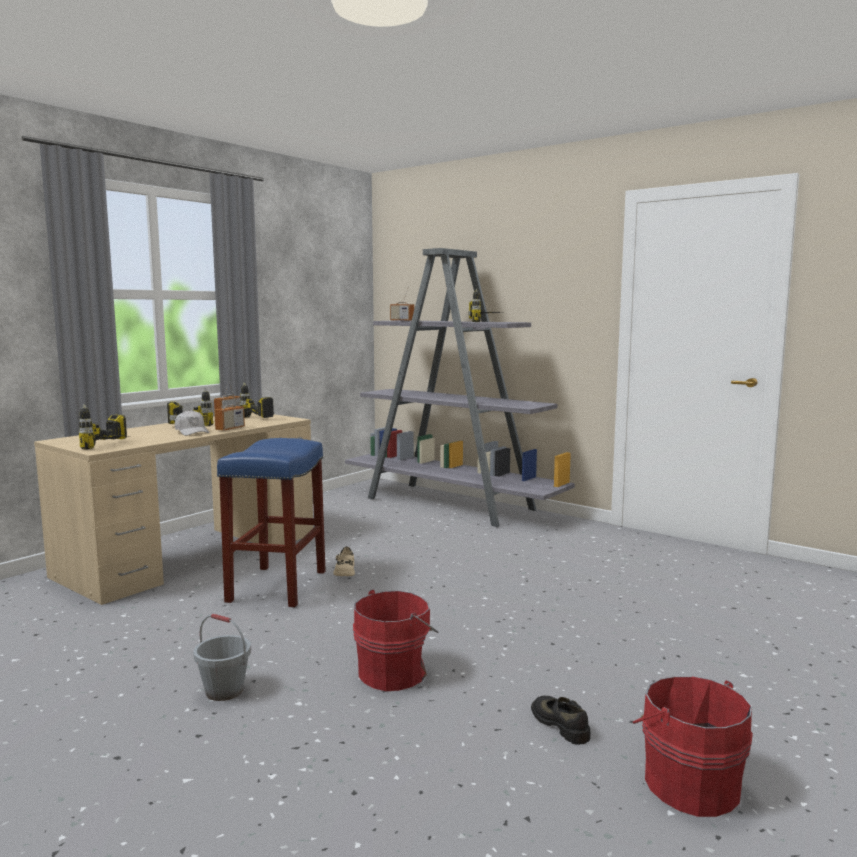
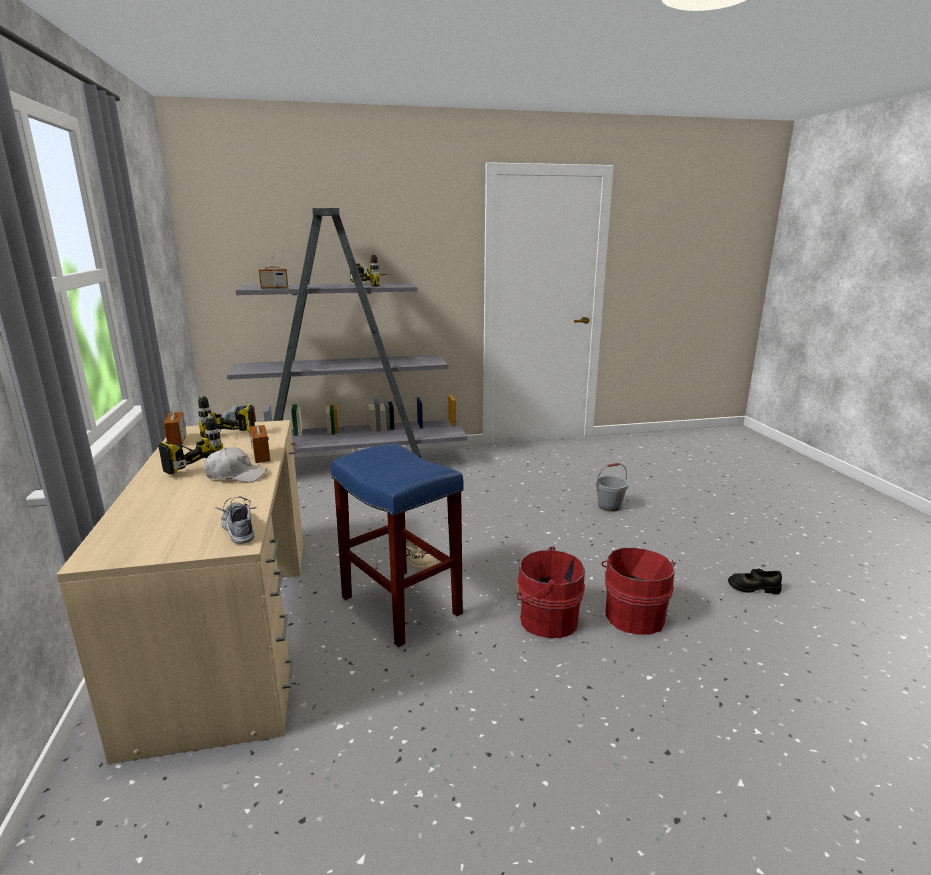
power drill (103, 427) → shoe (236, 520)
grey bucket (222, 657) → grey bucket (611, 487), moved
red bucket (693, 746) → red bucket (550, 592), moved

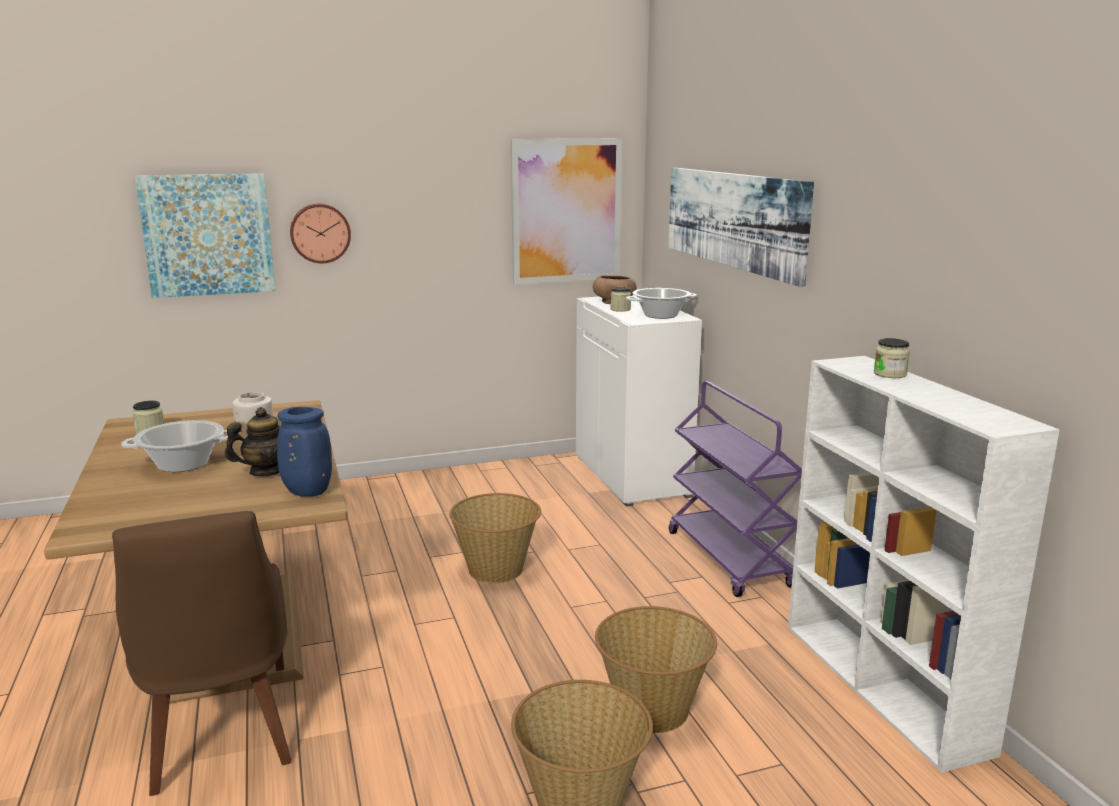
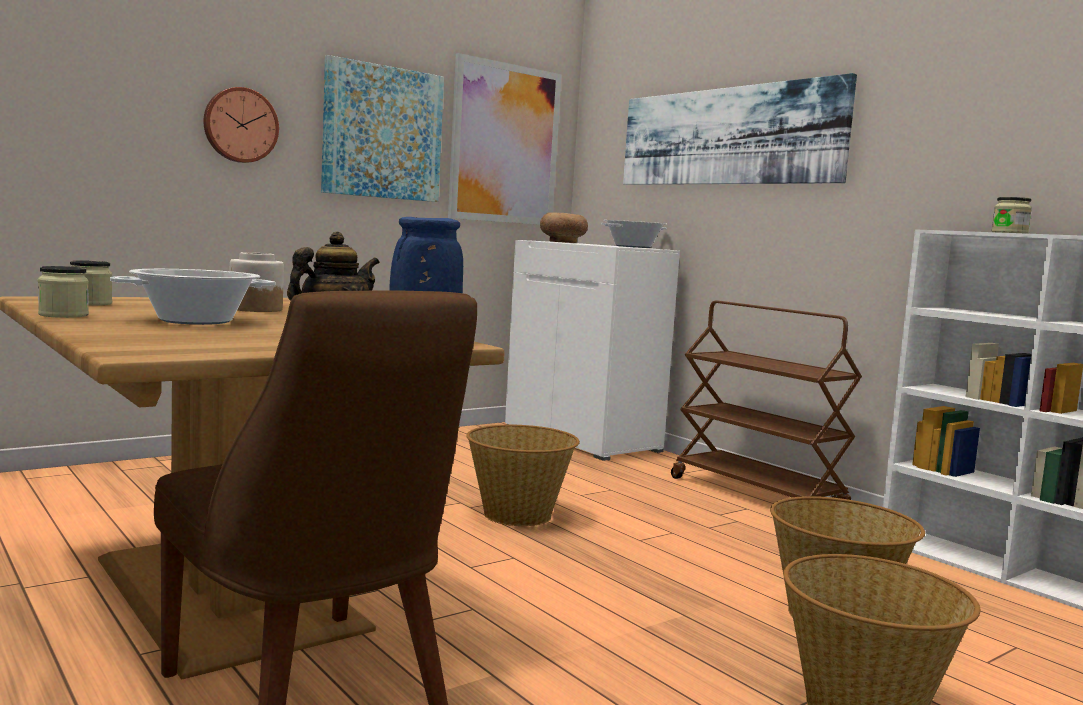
picture (205, 235) → picture (382, 128), moved
jar (620, 299) → jar (63, 292), moved
purple cart (735, 489) → brown cart (766, 400)

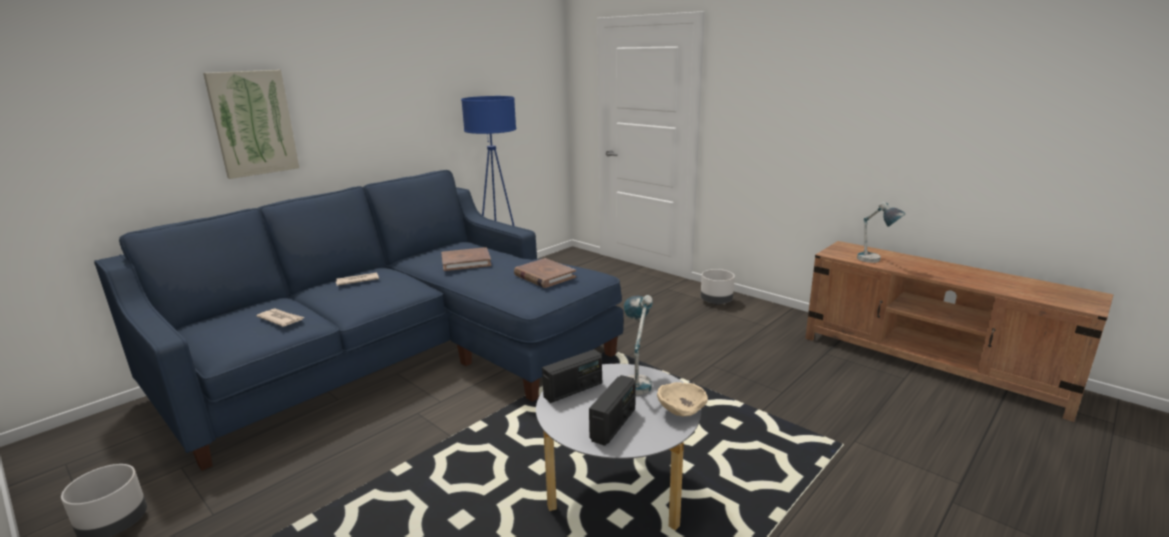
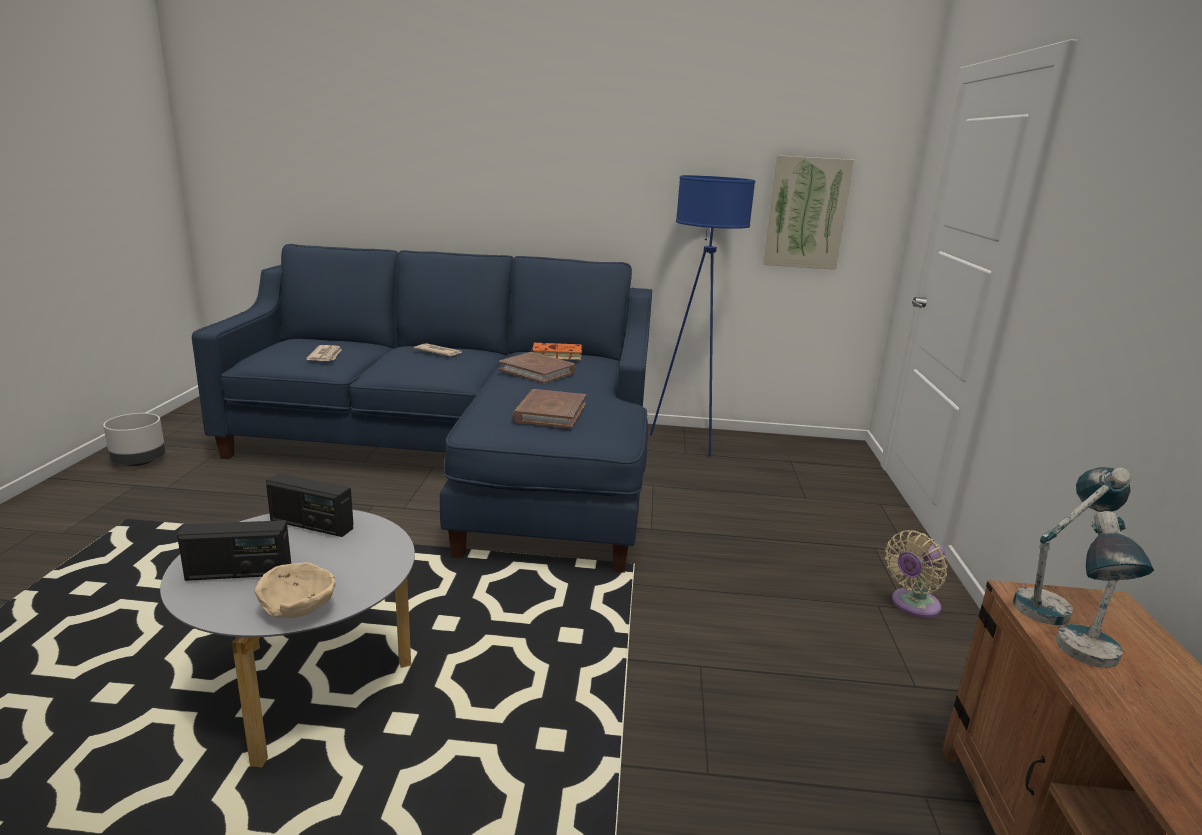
picture (251, 124) → picture (808, 212), moved
table lamp (638, 345) → table lamp (1072, 546), moved
grey planter (718, 287) → beige fan (916, 574)
- → orange book (556, 351)

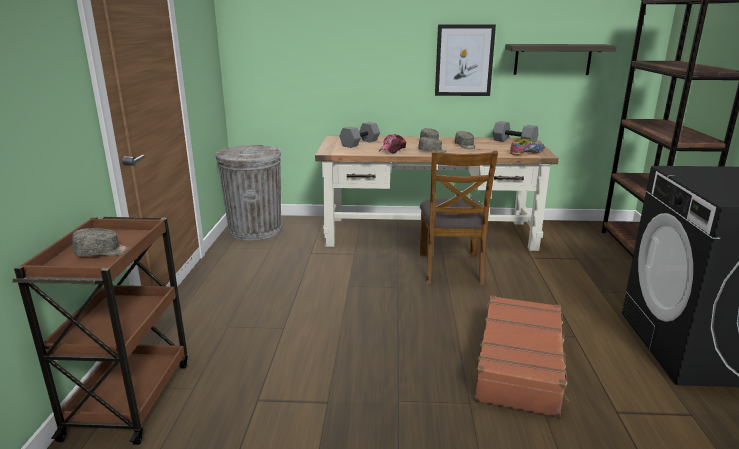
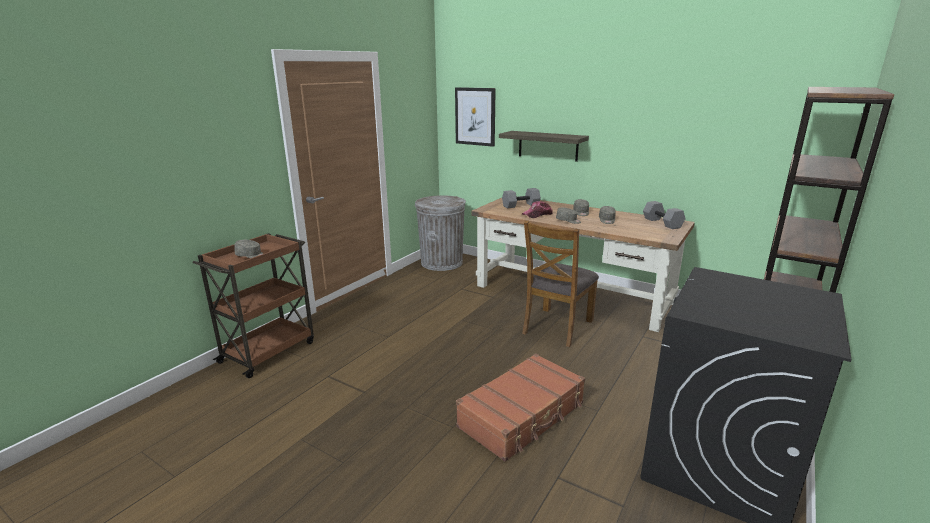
picture (465, 60) → picture (475, 117), moved
shelf (561, 59) → shelf (544, 146), moved
shoe (527, 146) → -

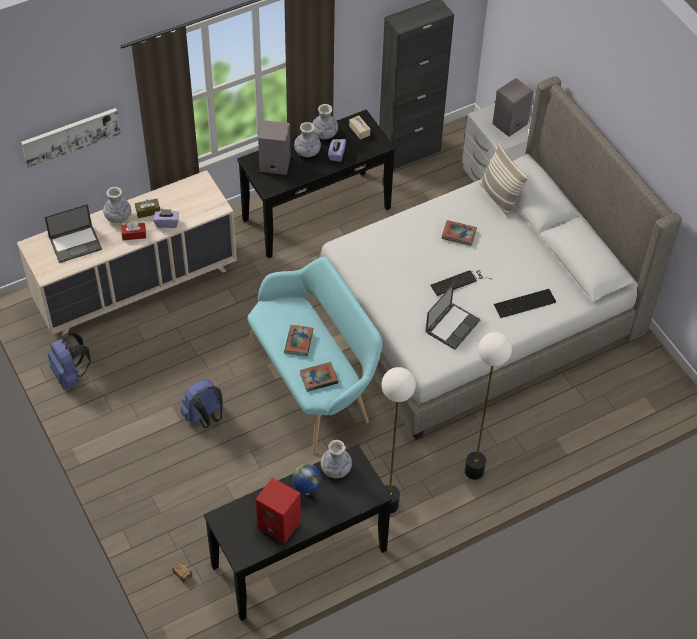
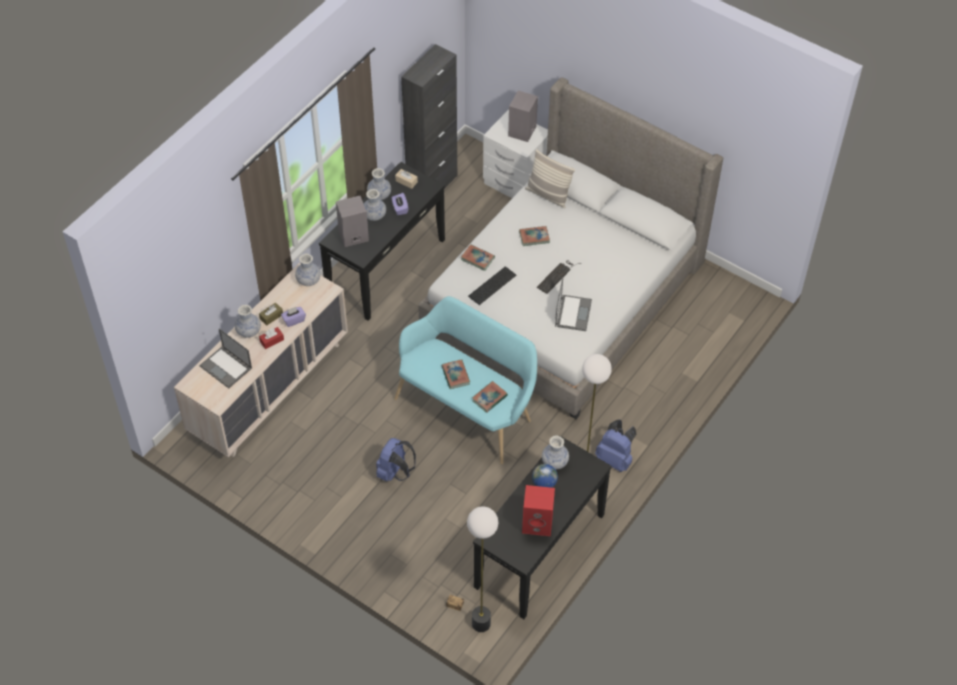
picture (71, 138) → -
laptop (73, 233) → laptop (225, 358), 90 degrees clockwise
blue backpack (69, 360) → blue backpack (615, 445), moved
floor lamp (488, 406) → floor lamp (482, 569), moved
keyboard (525, 303) → keyboard (492, 286), moved
- → vase (308, 269)
- → book (478, 258)

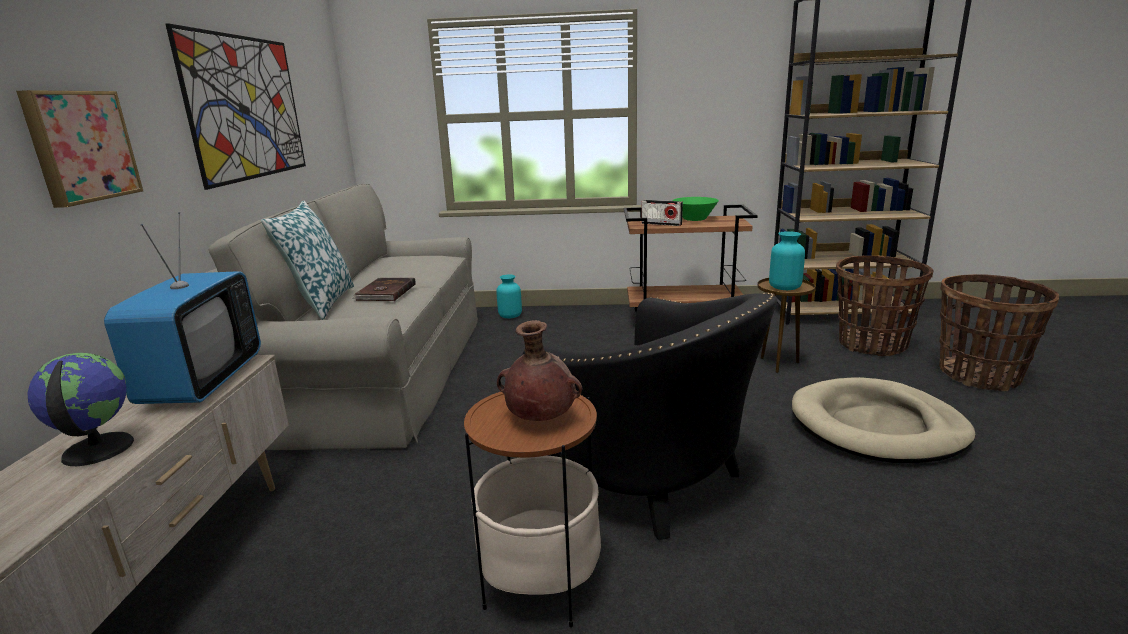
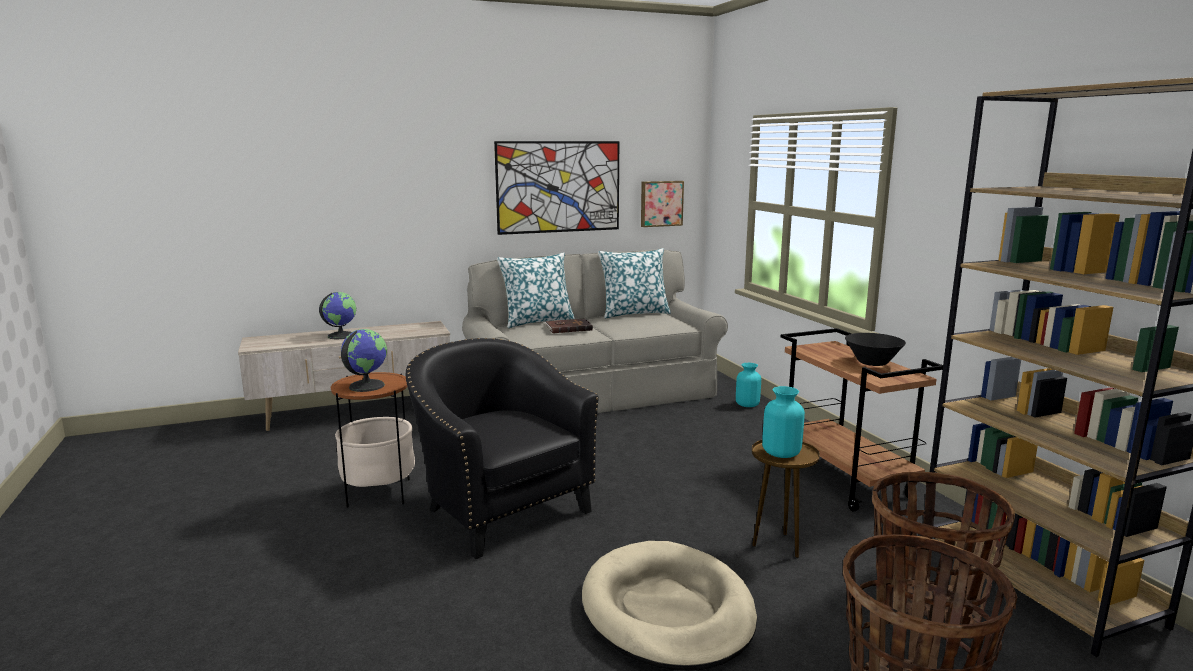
picture (79, 149) → picture (662, 204), moved
television (182, 308) → -
brown vase (539, 370) → globe (364, 360)
black armchair (650, 416) → black armchair (502, 448), 120 degrees clockwise
radio (662, 213) → -
green bowl (695, 209) → black bowl (875, 349)
- → pillow (634, 283)

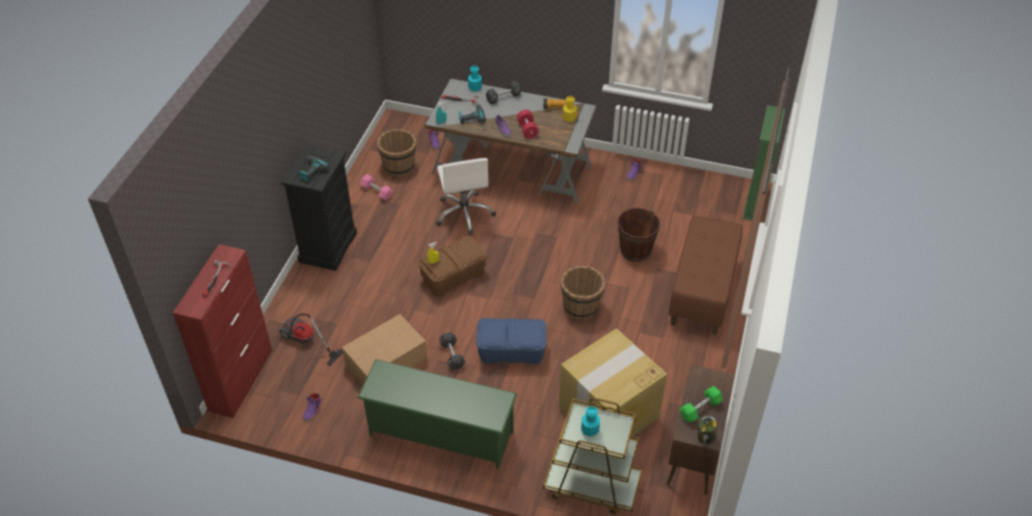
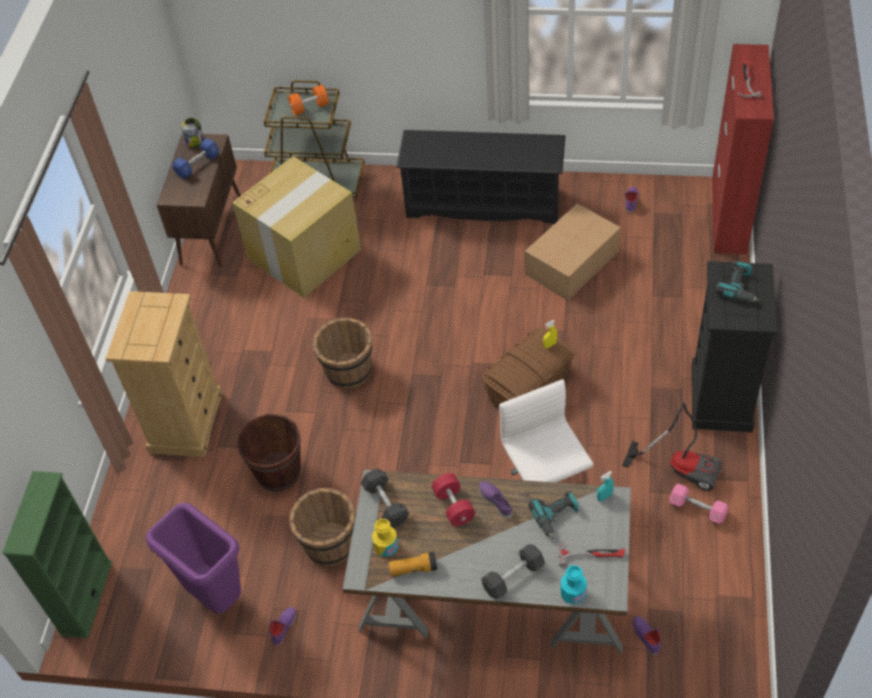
vacuum cleaner (311, 339) → vacuum cleaner (672, 447), moved
green shoe rack (437, 414) → black shoe rack (481, 177)
brown bucket (396, 153) → brown bucket (322, 527), moved
black dumbbell (452, 351) → black dumbbell (385, 498), moved
blue storage box (511, 341) → -
turquoise bottle (590, 421) → orange dumbbell (308, 100)
brown bench (705, 275) → beige dresser (164, 374)
green dumbbell (701, 404) → blue dumbbell (196, 158)
- → purple trash can (193, 558)

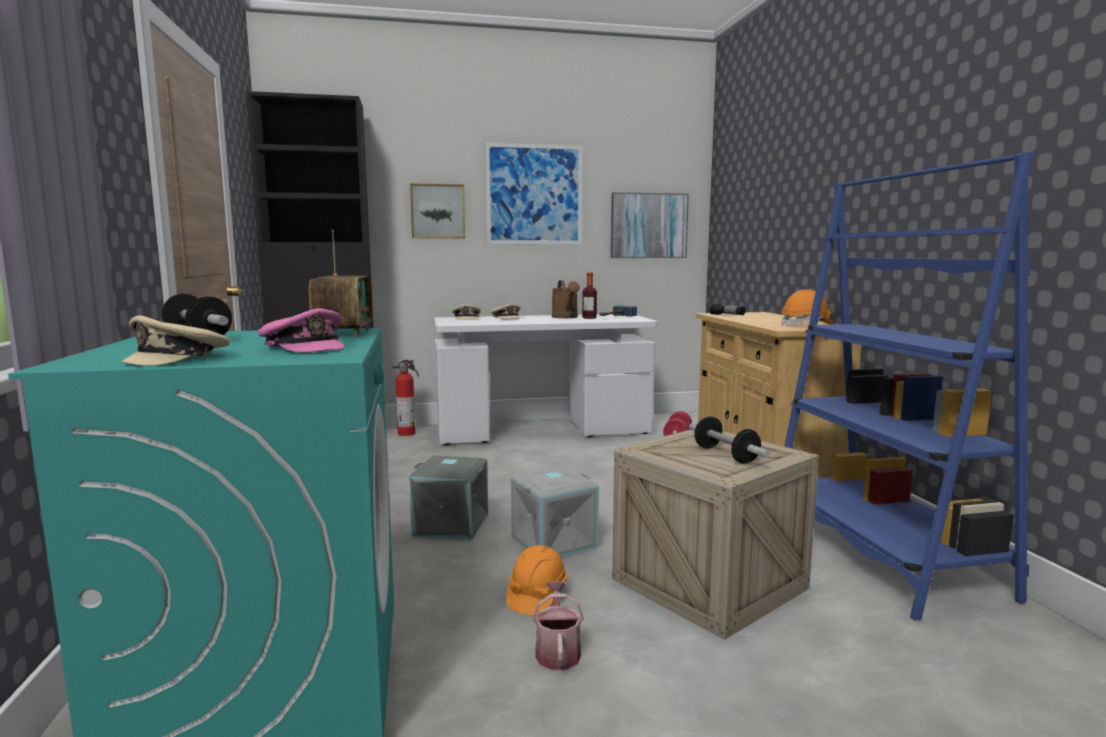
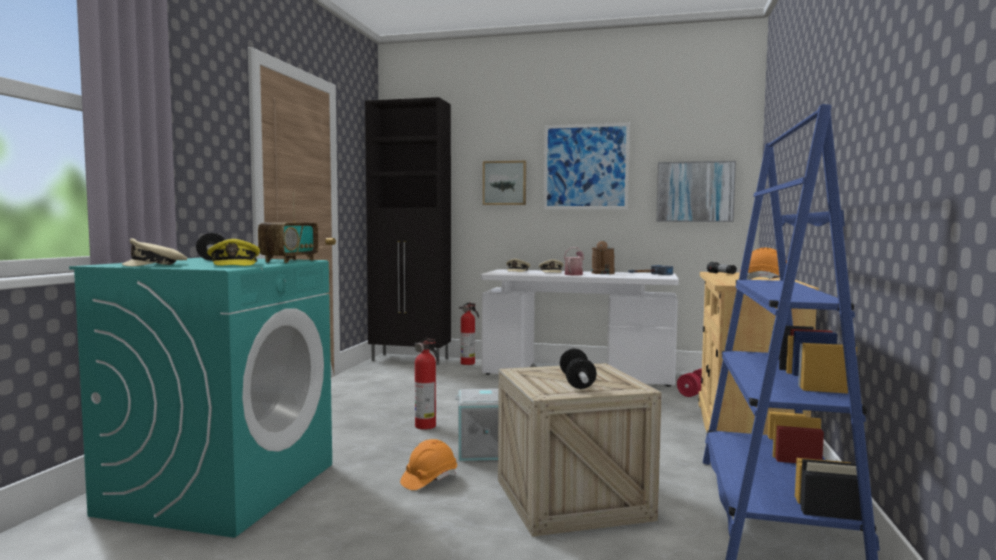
pink cap (301, 330) → yellow cap (233, 252)
grey storage box (448, 497) → fire extinguisher (426, 384)
watering can (558, 625) → watering can (574, 261), moved
bottle (589, 296) → -

